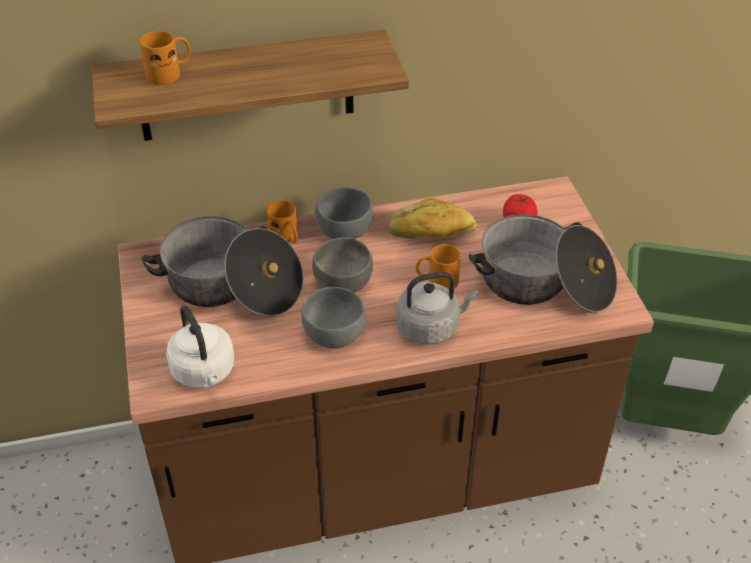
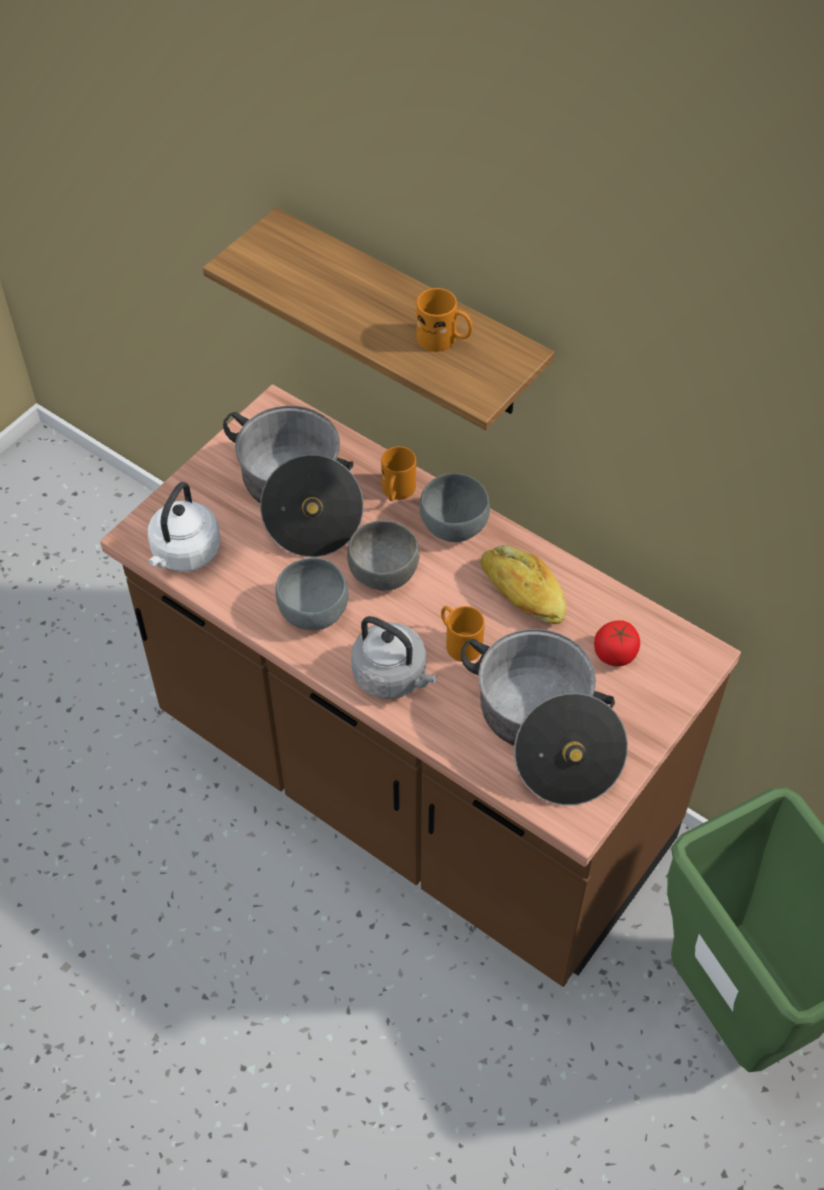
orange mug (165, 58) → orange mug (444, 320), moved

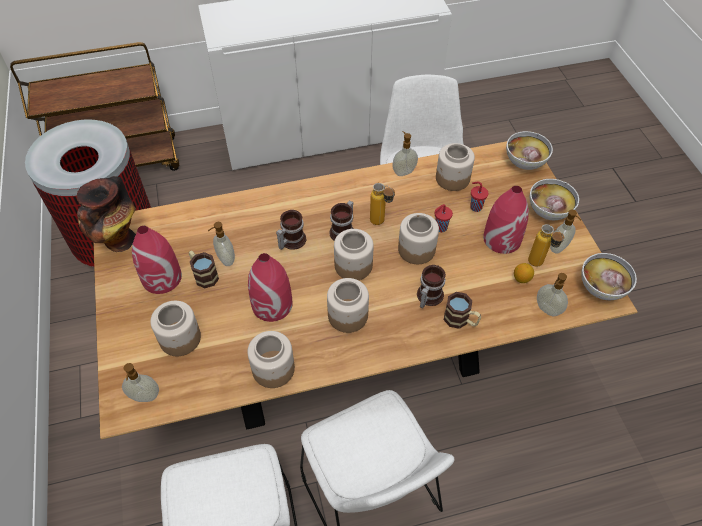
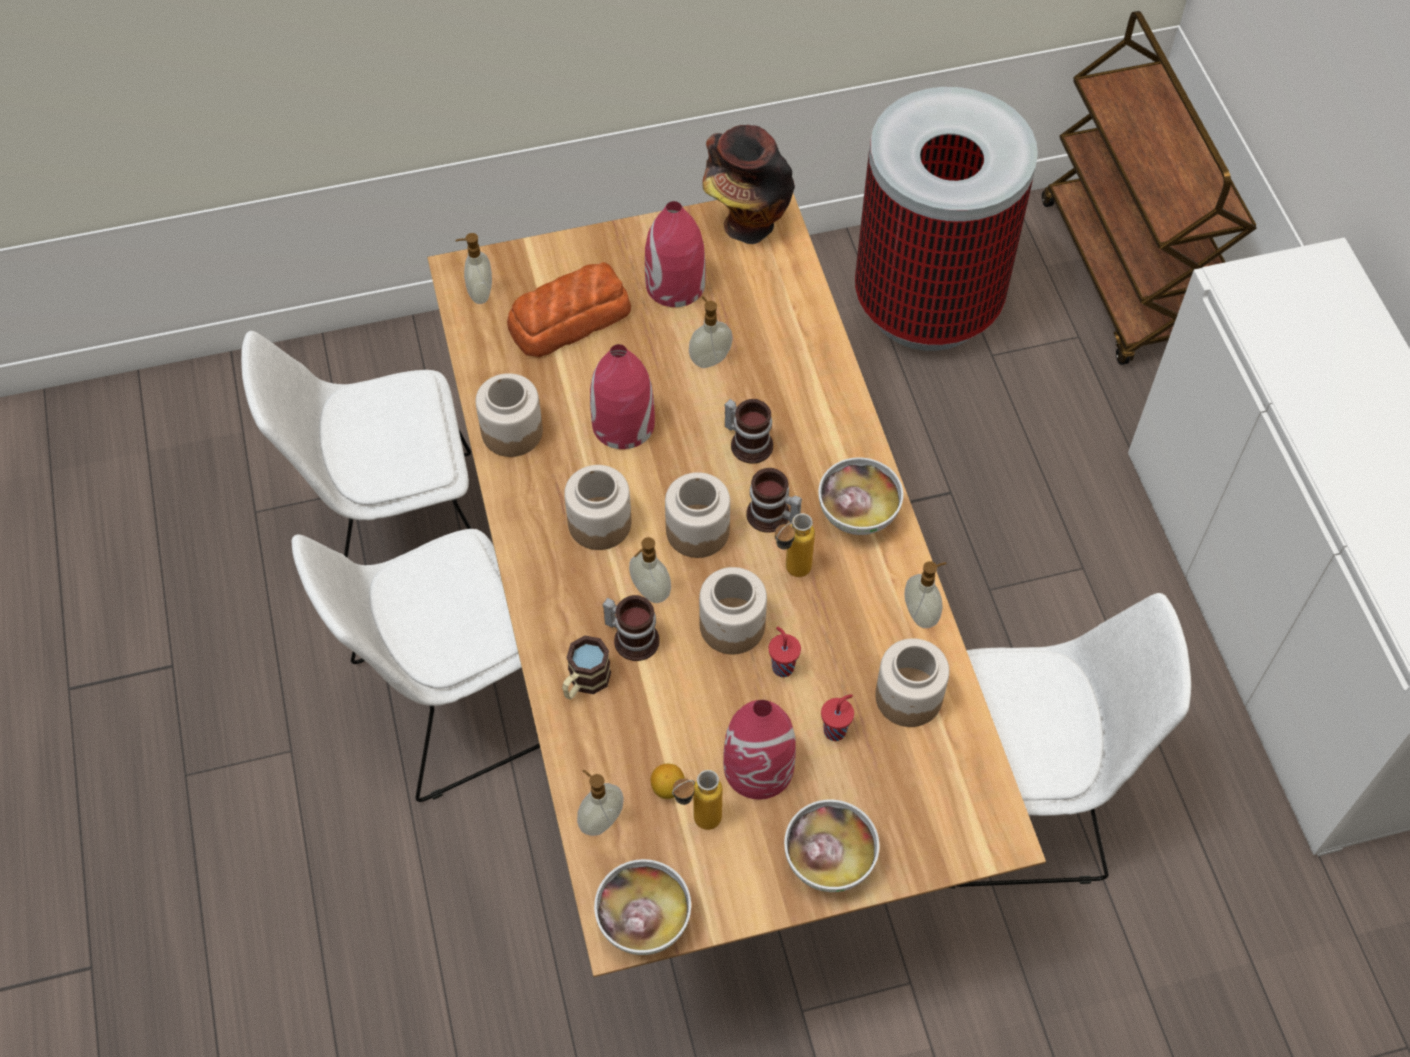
jar (175, 328) → bread (569, 309)
mug (204, 269) → -
bowl (529, 150) → bowl (861, 496), moved
soap dispenser (565, 231) → soap dispenser (650, 570), moved

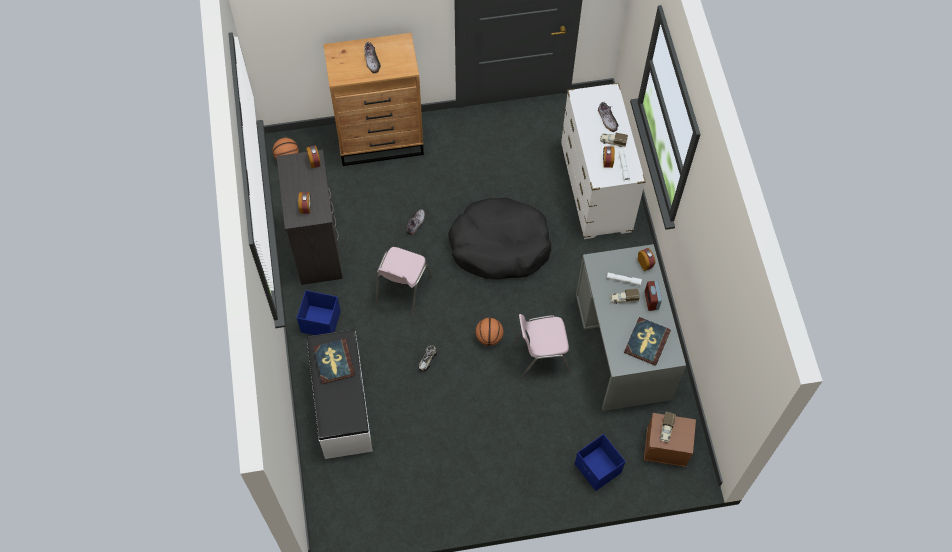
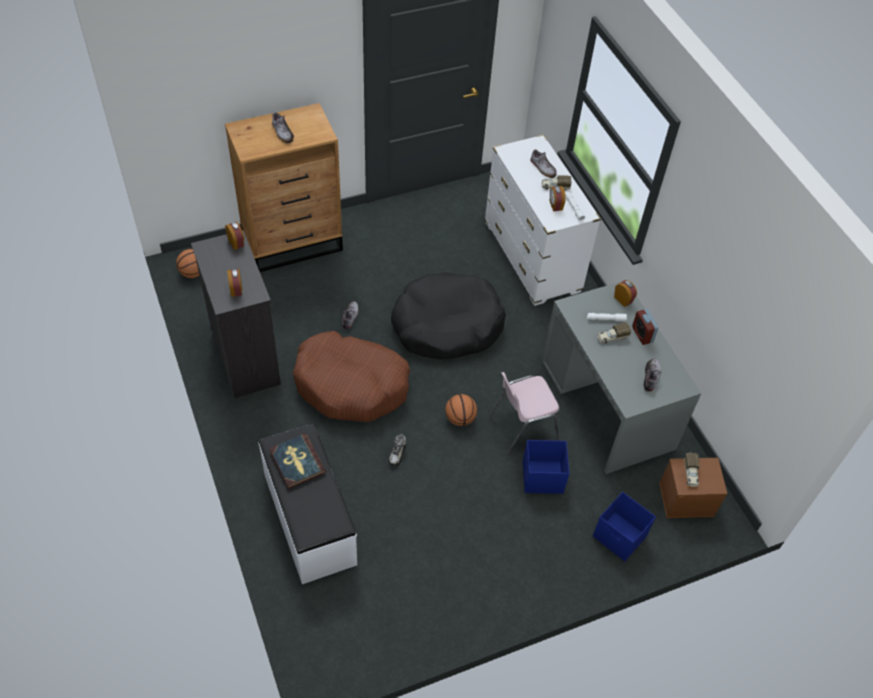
blue storage box (319, 312) → blue storage box (546, 467), moved
pink chair (404, 281) → brown dog bed (351, 376)
book (647, 341) → shoe (652, 375)

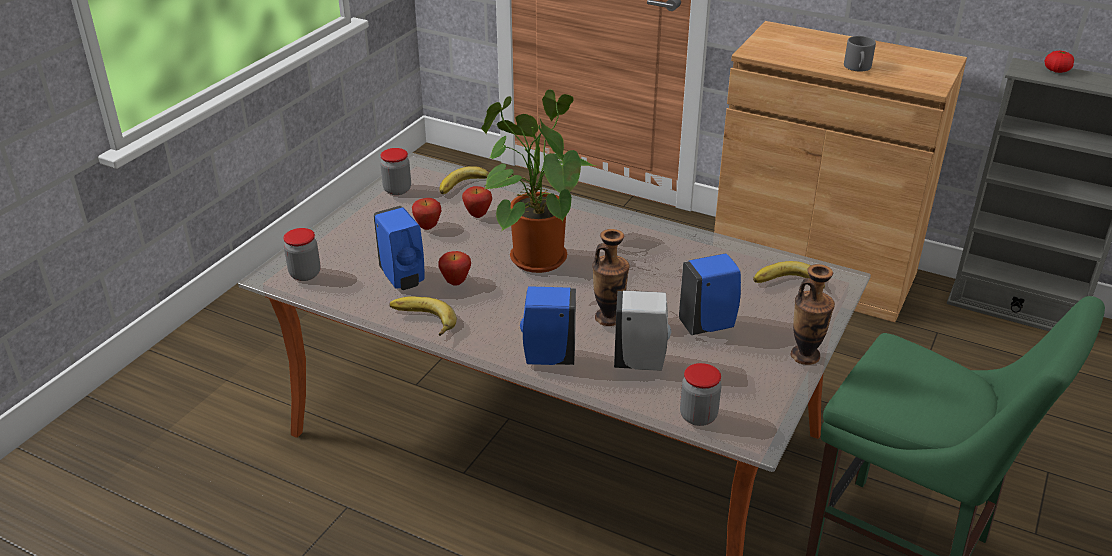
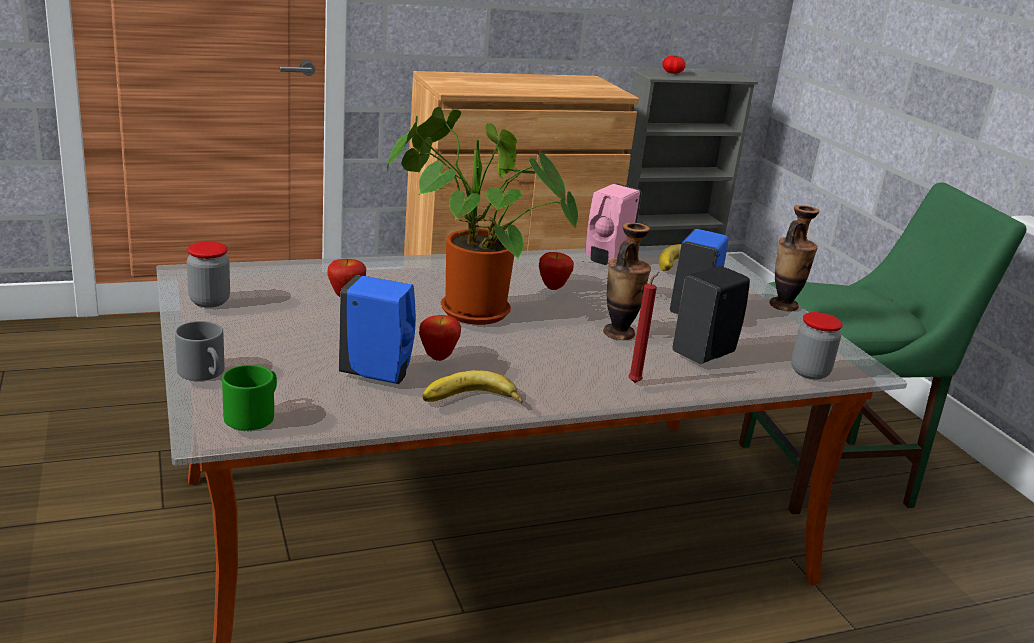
jar (301, 254) → green mug (249, 398)
apple (427, 214) → apple (556, 271), moved
banana (464, 180) → -
blue soap dispenser (548, 325) → red candle (644, 327)
white soap dispenser (642, 330) → black soap dispenser (711, 315)
grey mug (860, 54) → grey mug (199, 351), moved
- → pink soap dispenser (613, 224)

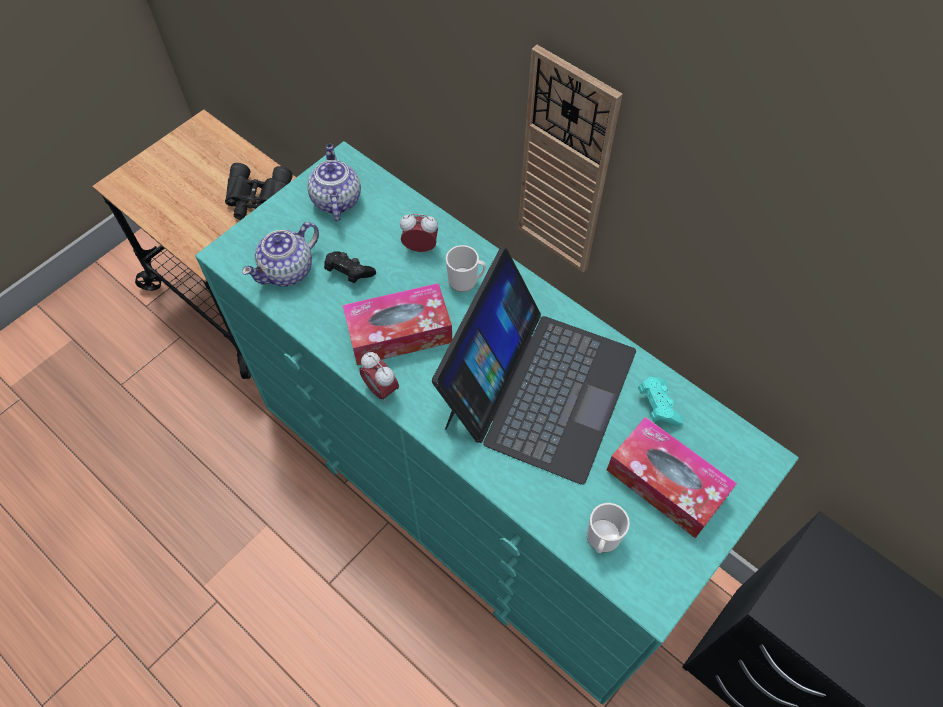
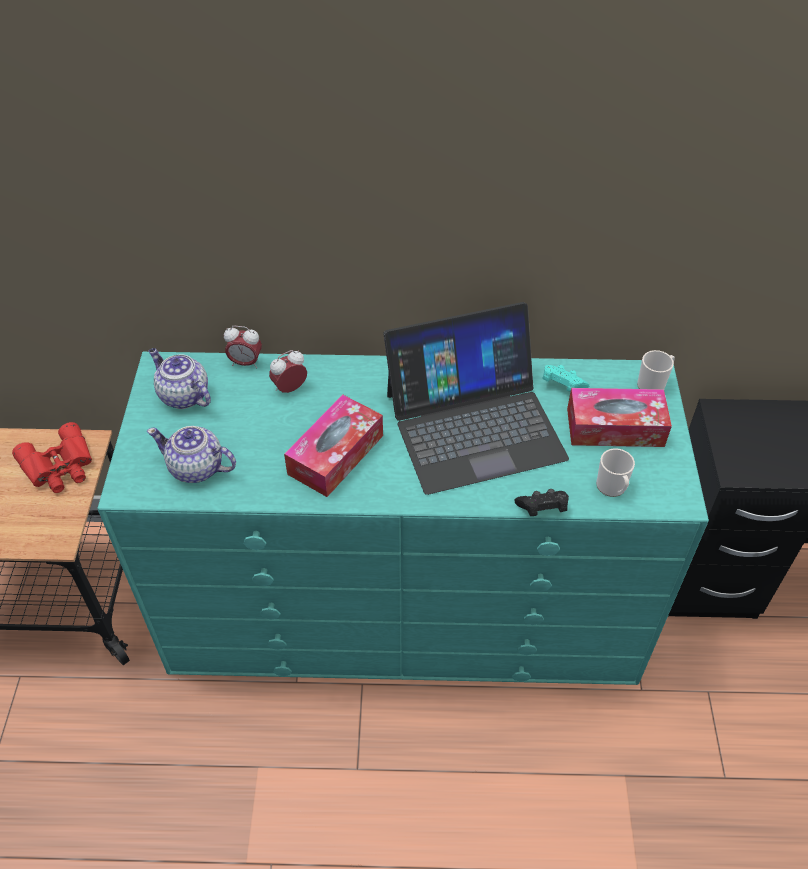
black binoculars (259, 191) → red binoculars (52, 457)
teapot (280, 254) → teapot (191, 454), 105 degrees clockwise
black game controller (350, 267) → black game controller (542, 502), moved
alarm clock (379, 377) → alarm clock (243, 347), moved
laptop (534, 366) → laptop (476, 398), 90 degrees clockwise
mug (466, 268) → mug (656, 369), moved
wall clock (570, 158) → -

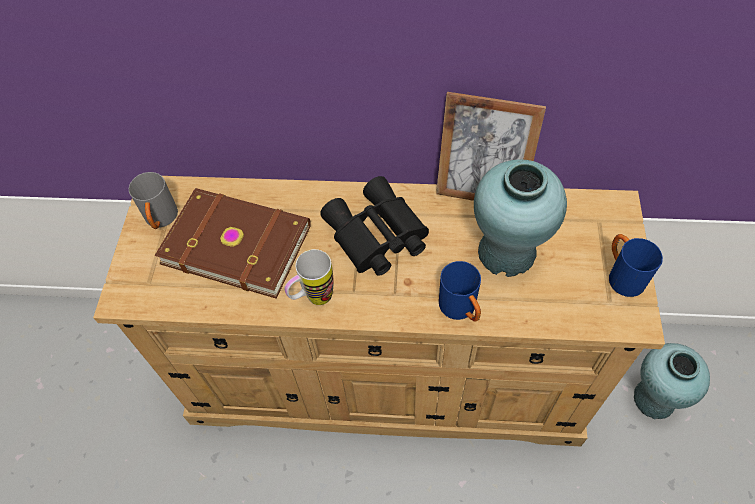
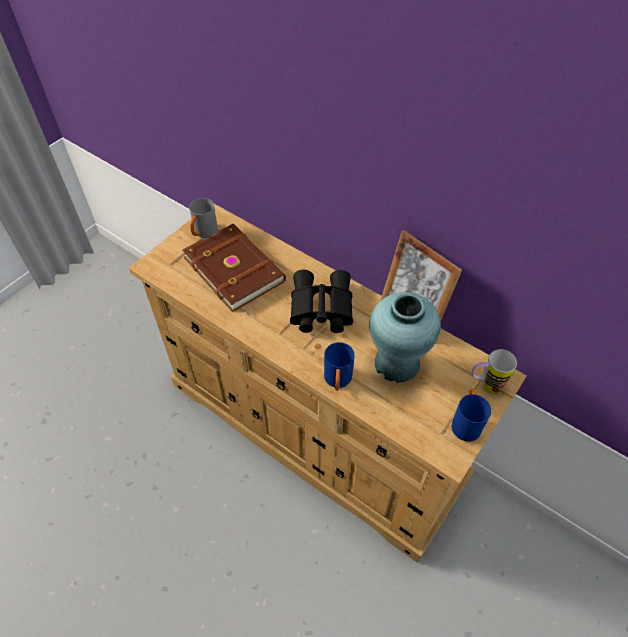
mug (309, 277) → mug (494, 371), moved
turquoise vase (672, 381) → -

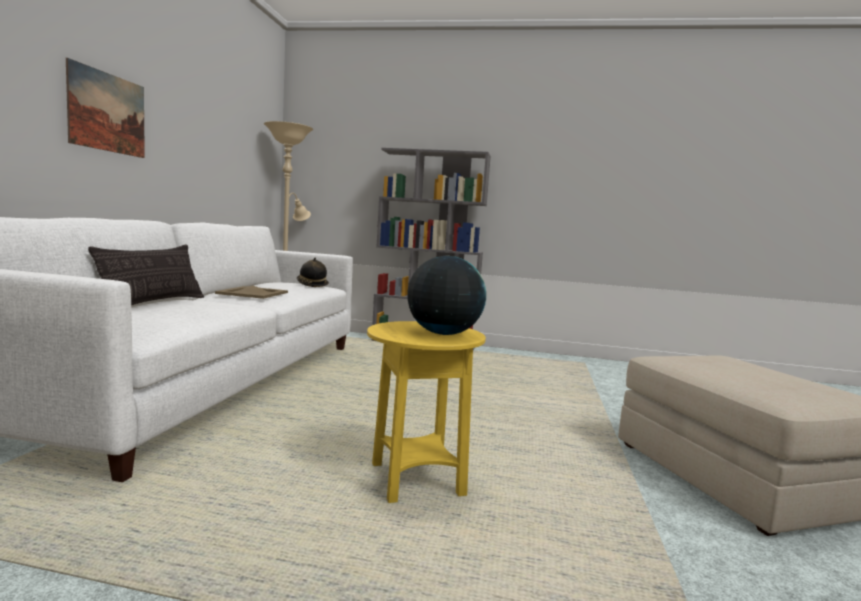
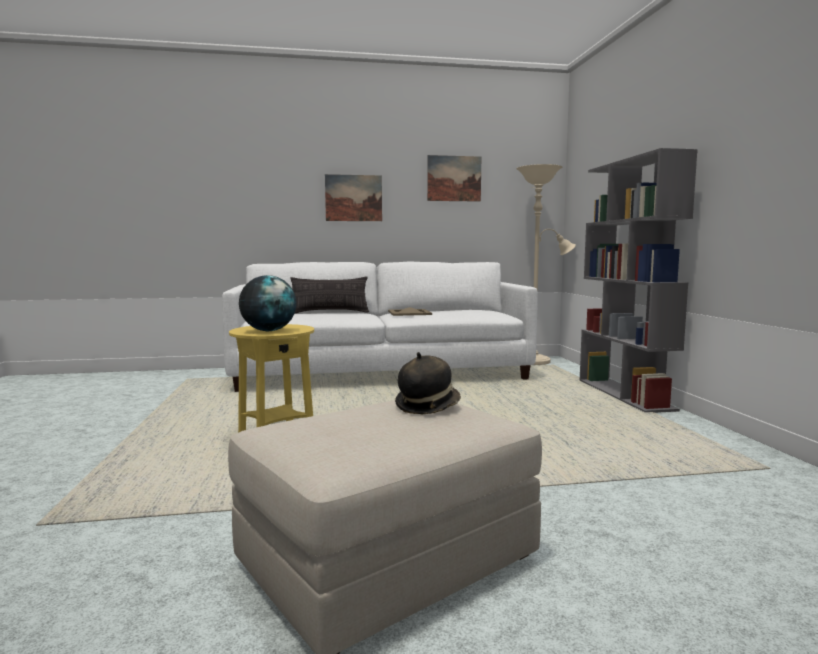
hat (313, 272) → hat (428, 383), moved
- → picture (454, 178)

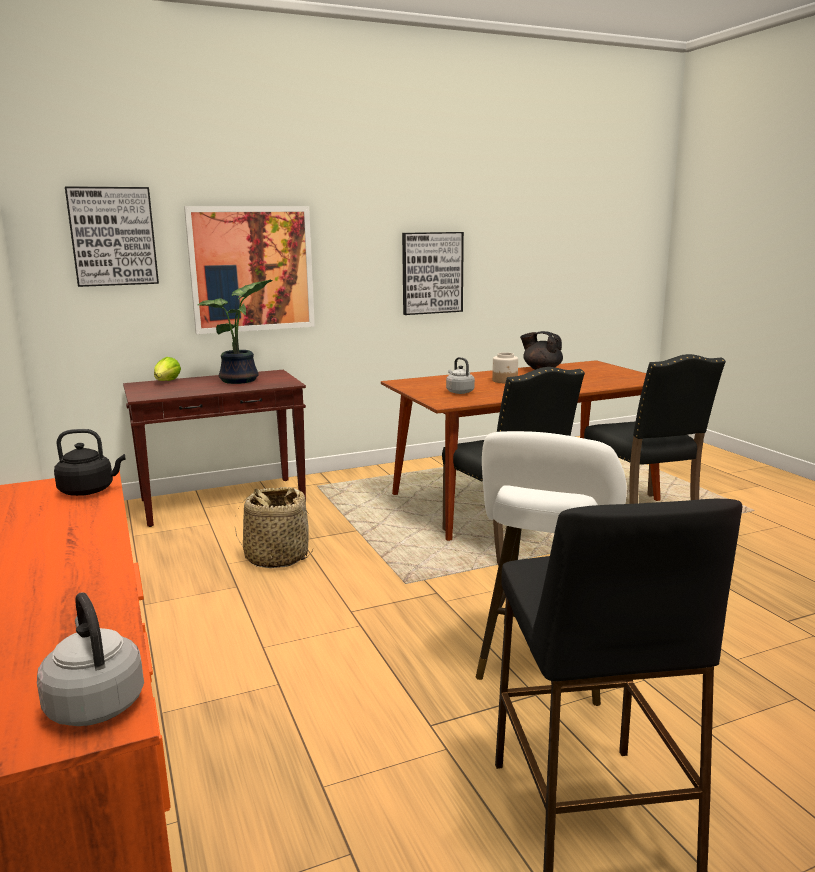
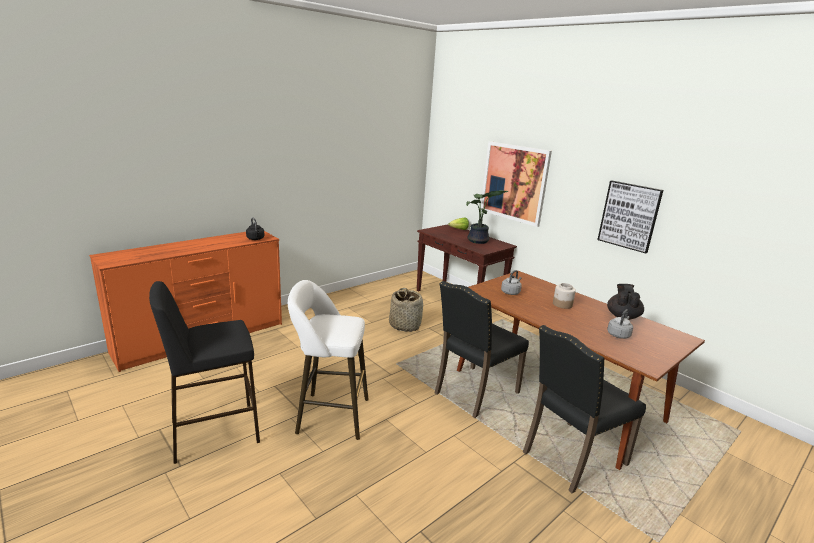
grey kettle (90, 659) → grey kettle (620, 324), moved
picture (112, 236) → -

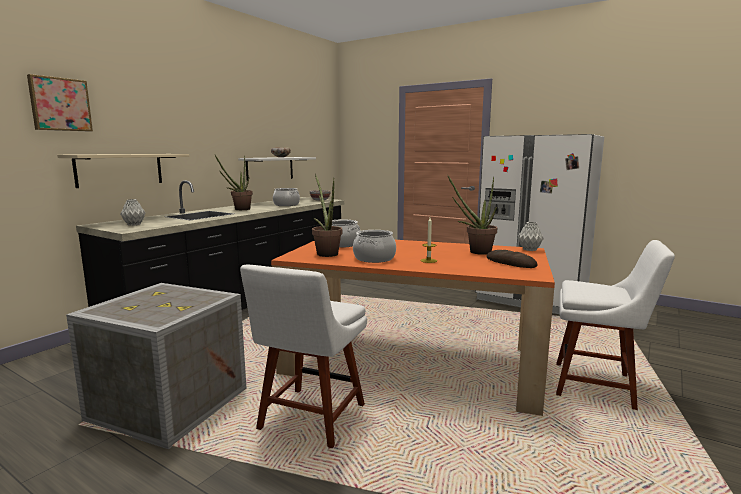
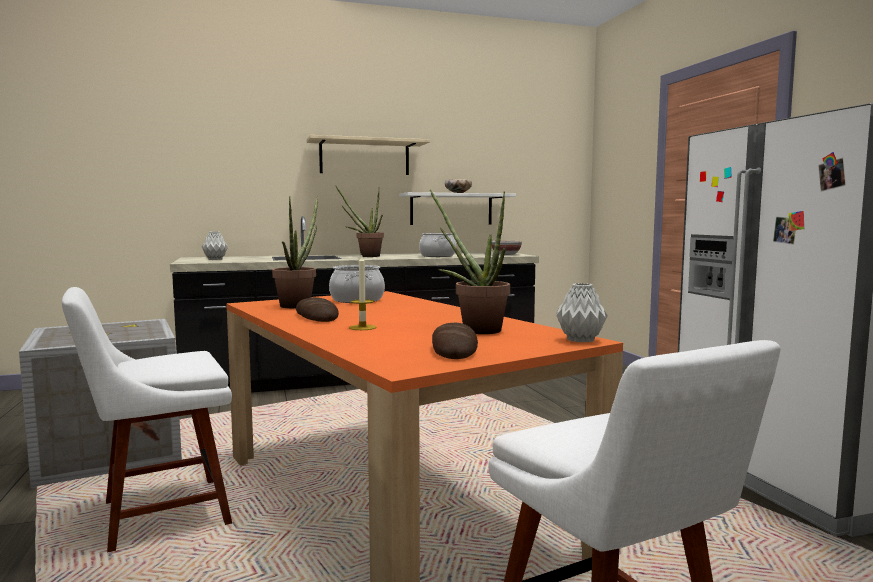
picture (60, 103) → -
beige shelf (123, 171) → beige shelf (368, 155), moved
cooking pot (374, 246) → bread (317, 309)

